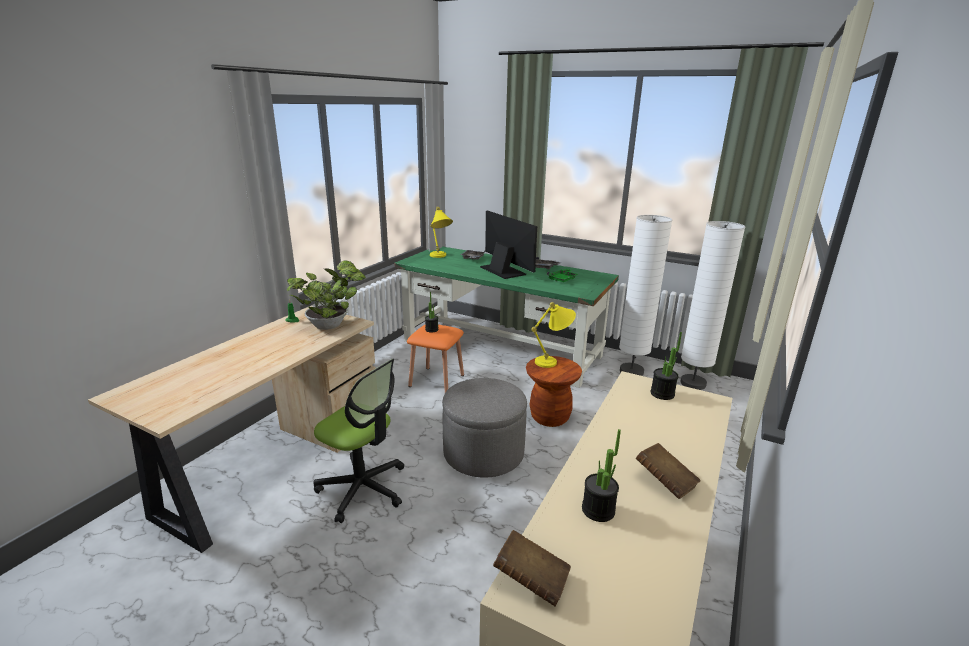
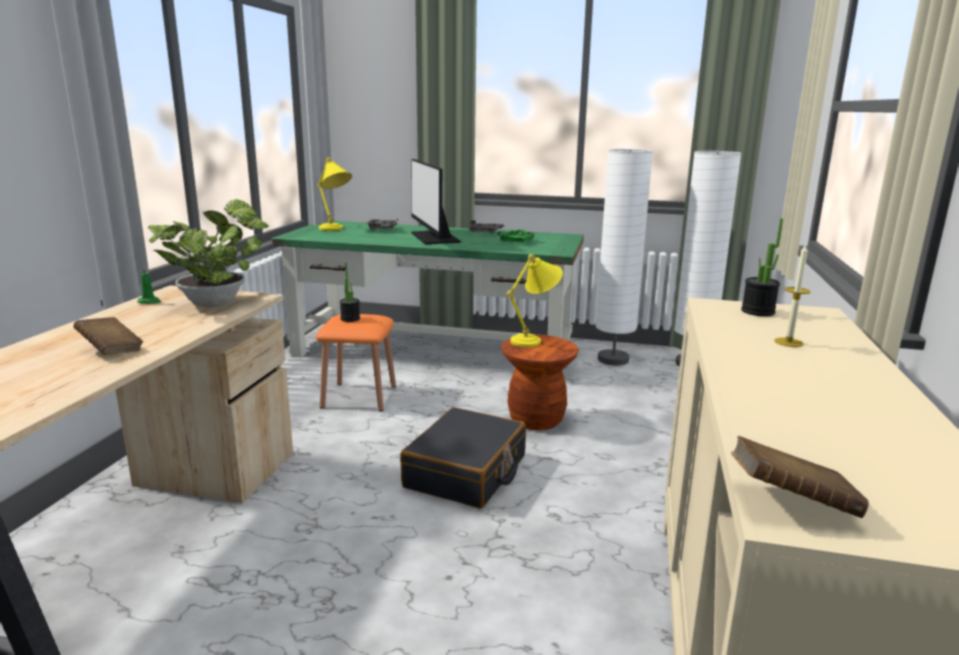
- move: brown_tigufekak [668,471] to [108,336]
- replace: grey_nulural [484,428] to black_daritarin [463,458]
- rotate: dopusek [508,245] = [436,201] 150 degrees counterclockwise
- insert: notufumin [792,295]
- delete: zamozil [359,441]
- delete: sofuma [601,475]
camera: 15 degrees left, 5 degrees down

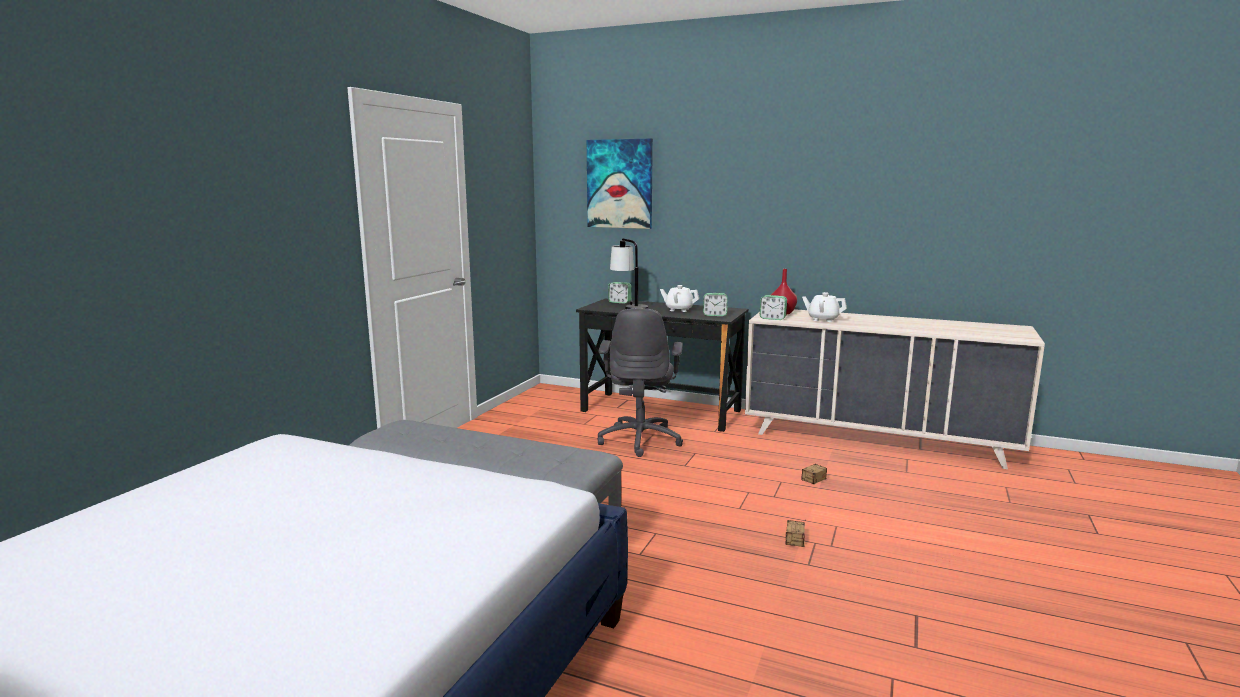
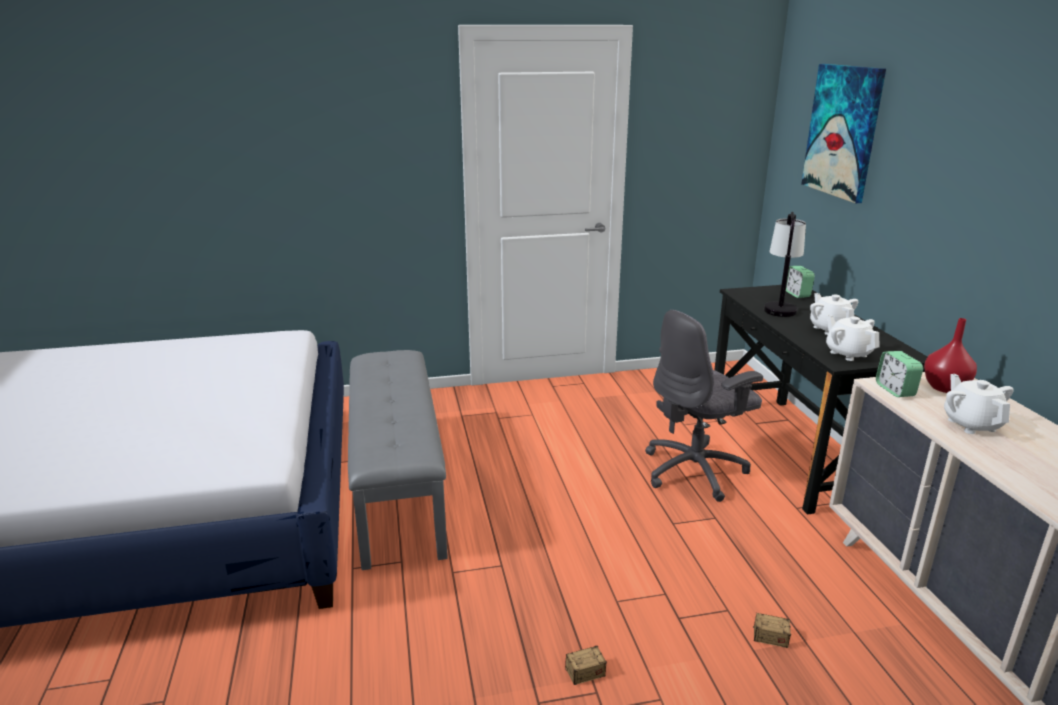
- replace: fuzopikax [715,304] to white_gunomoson [853,338]
camera: 55 degrees right, 10 degrees up

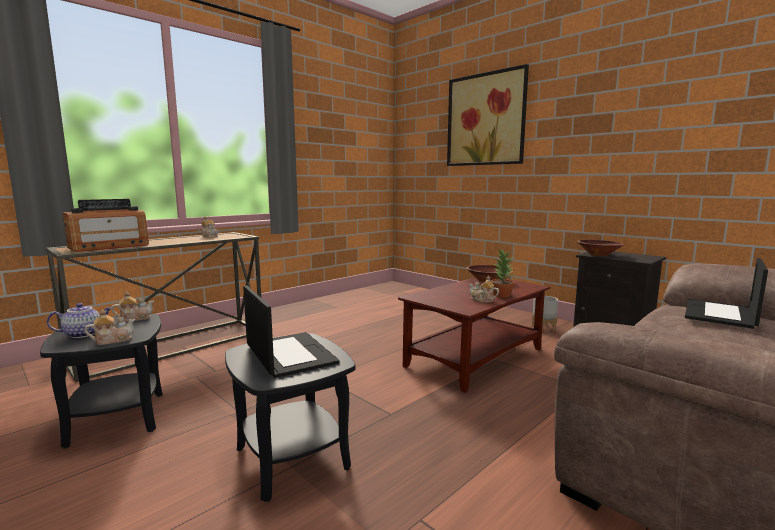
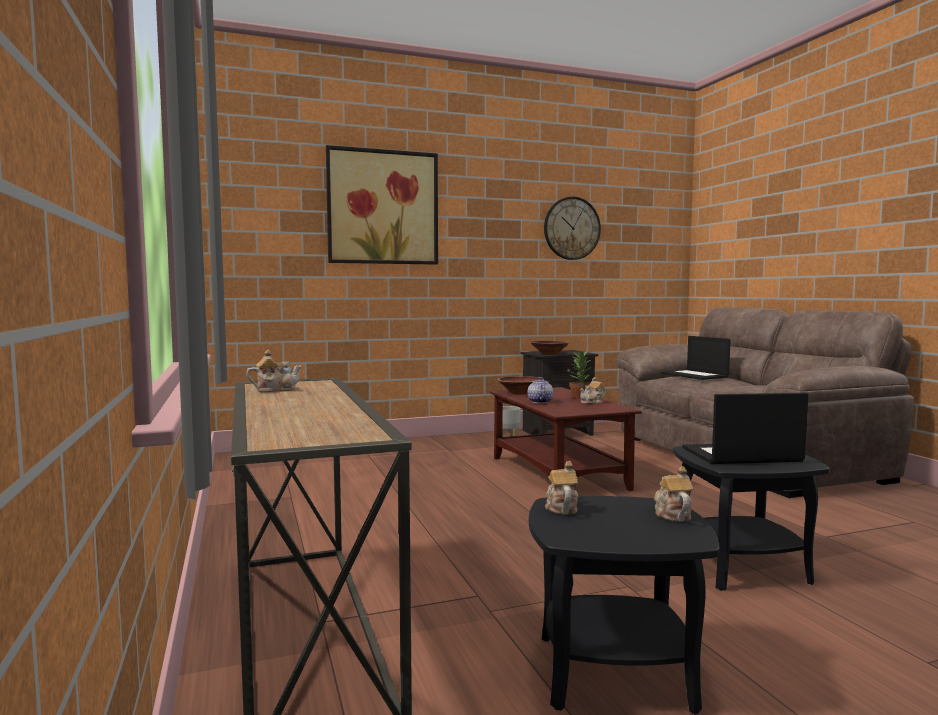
- move: gunomoson [79,320] to [540,390]
- insert: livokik [572,228]
- delete: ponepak [106,225]
camera: 65 degrees left, 5 degrees down

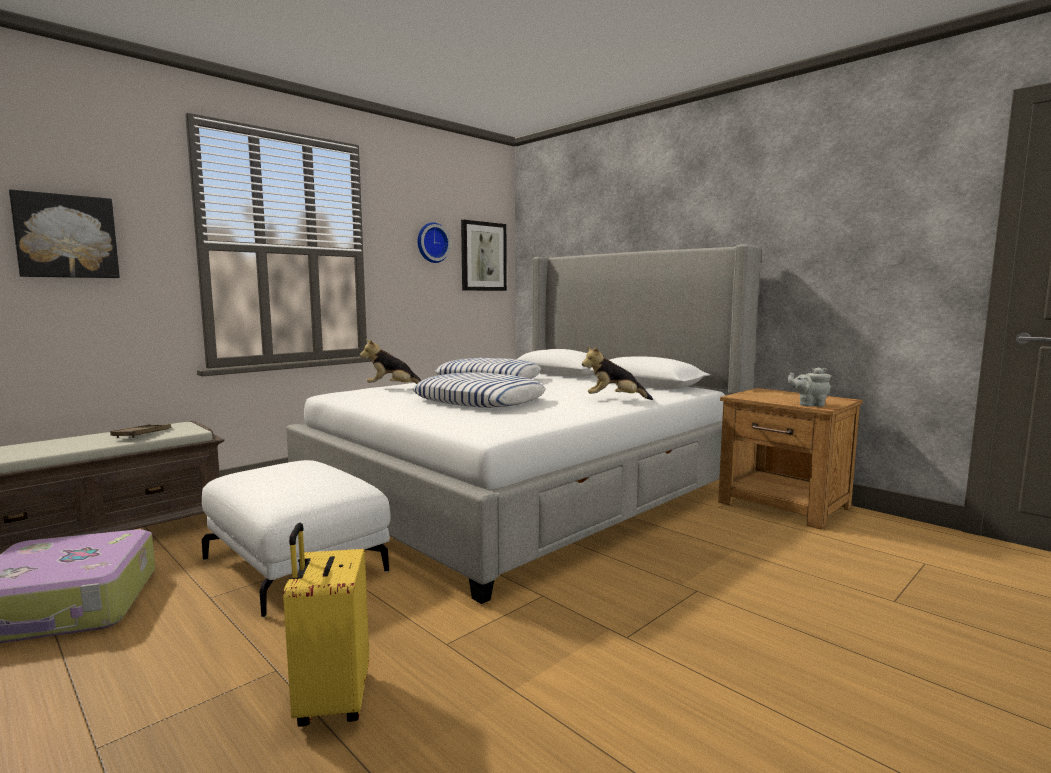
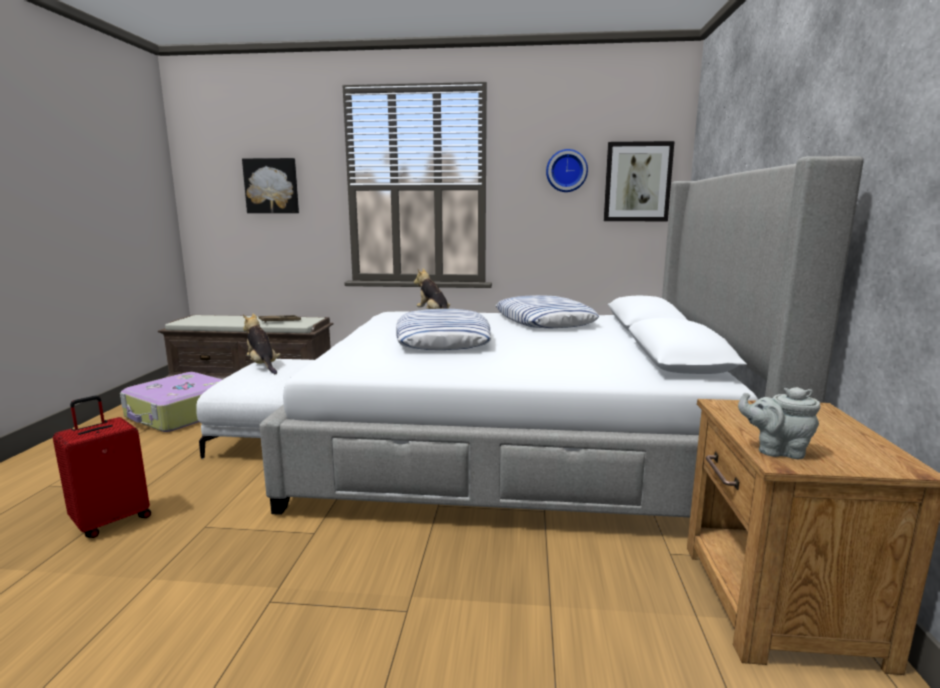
- recolor: yellow_daritarin [326,625] to red_daritarin [102,467]
- move: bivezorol [617,373] to [262,344]
- rotate: grey_gunomoson [809,387] = [779,423] 45 degrees counterclockwise
camera: 50 degrees right, 5 degrees up

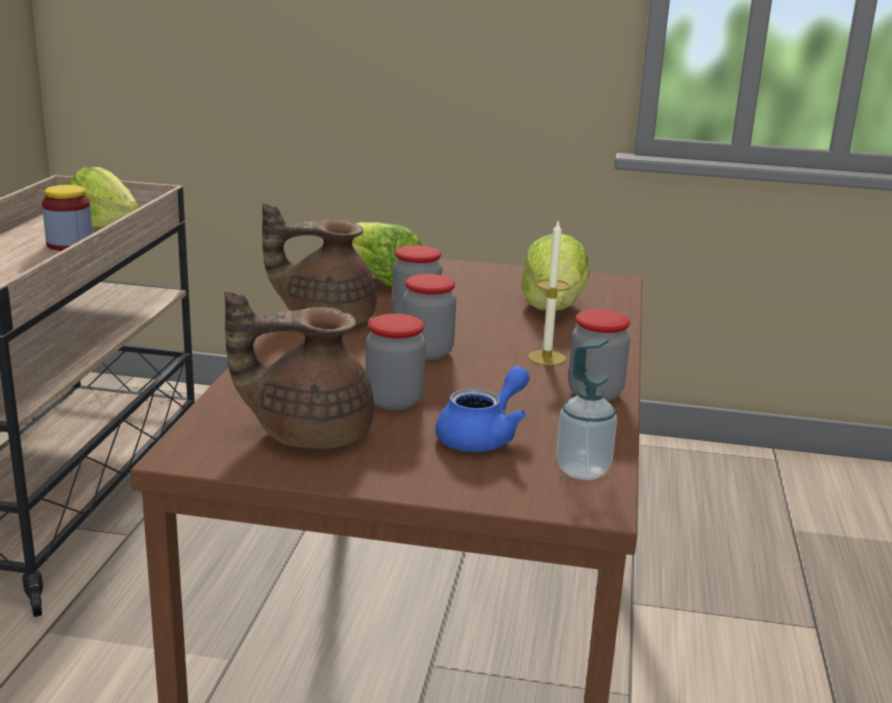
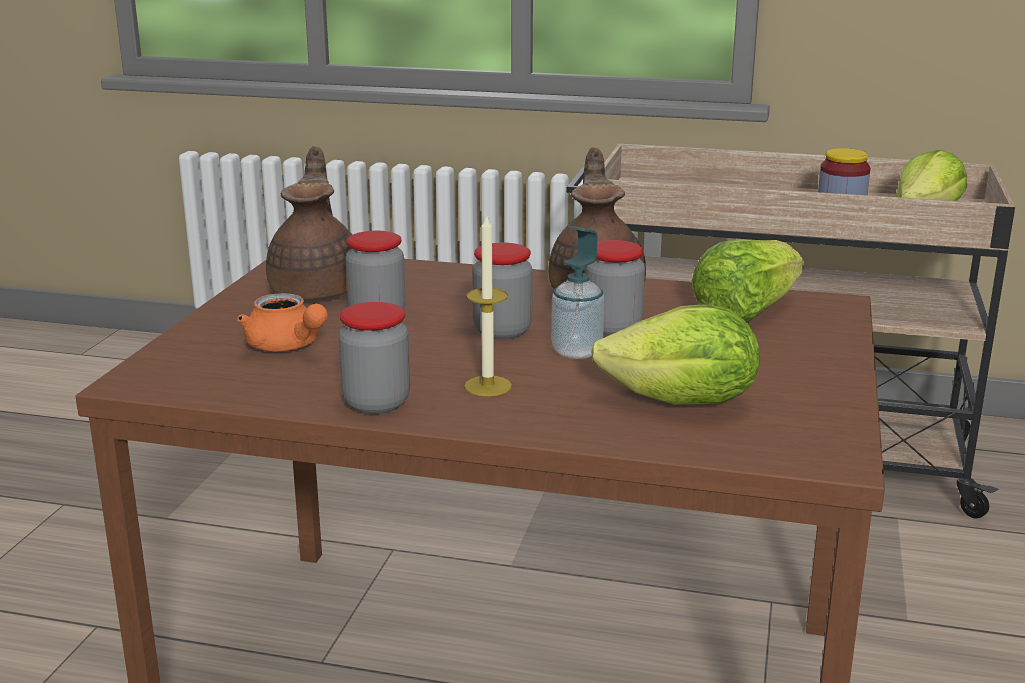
- recolor: blue_gunomoson [482,409] to orange_gunomoson [282,322]
- move: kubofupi [586,409] to [577,292]
camera: 95 degrees right, 0 degrees up

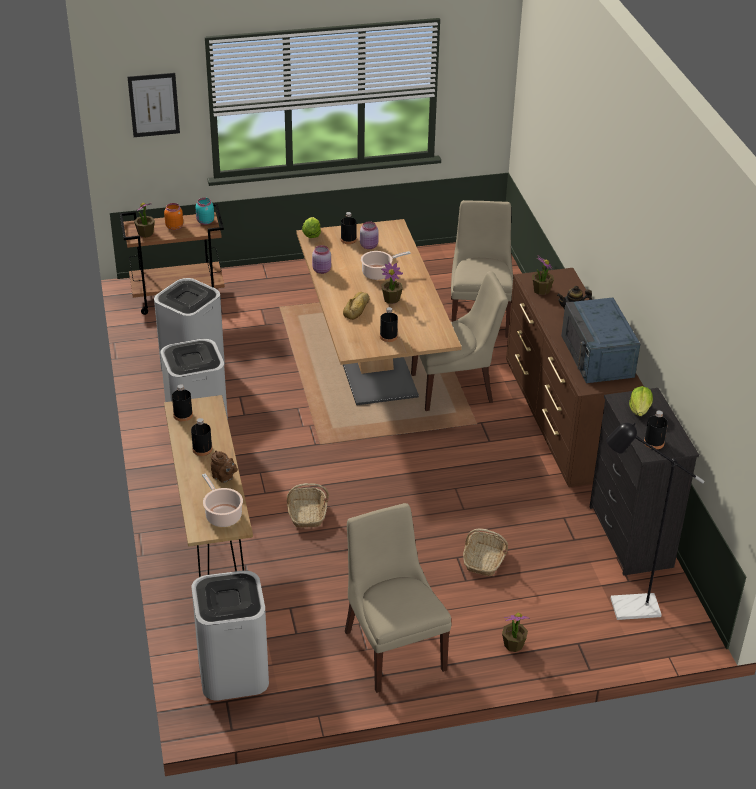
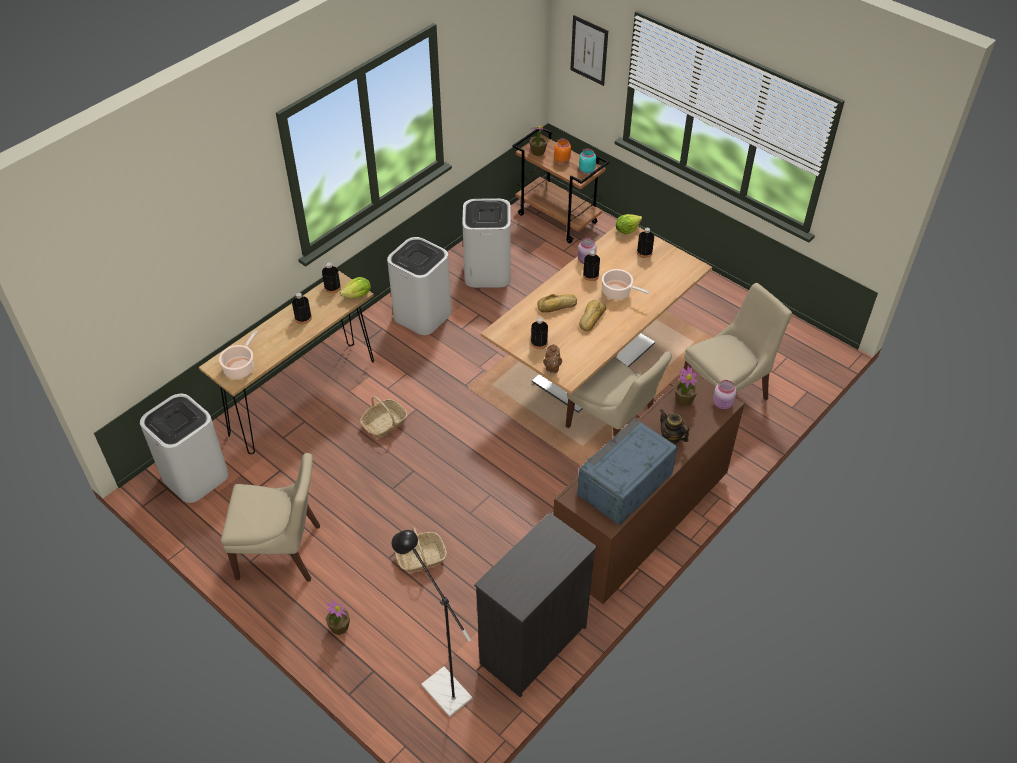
- rotate: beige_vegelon [398,598] = [270,517] 60 degrees clockwise
- move: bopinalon [641,401] to [355,287]
- move: brown_gunomoson [224,466] to [552,358]
- replace: sofuma [392,283] to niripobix [592,316]
- move: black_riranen [656,430] to [591,265]
- move: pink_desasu [369,235] to [724,395]
camera: 55 degrees right, 10 degrees up

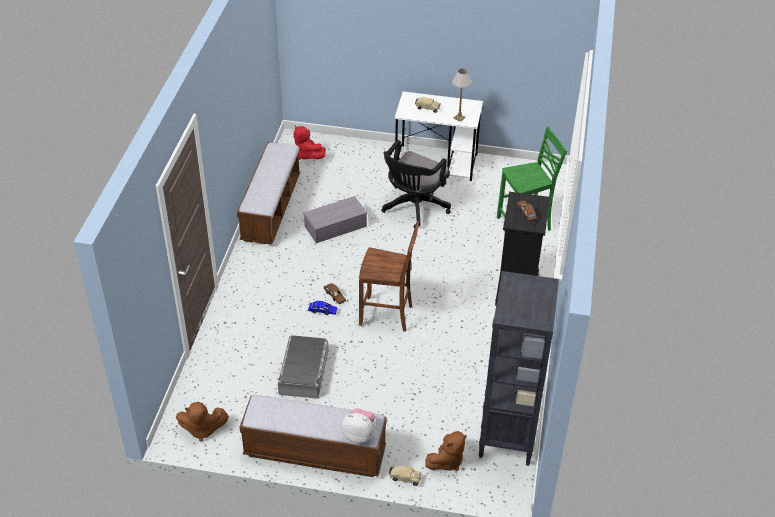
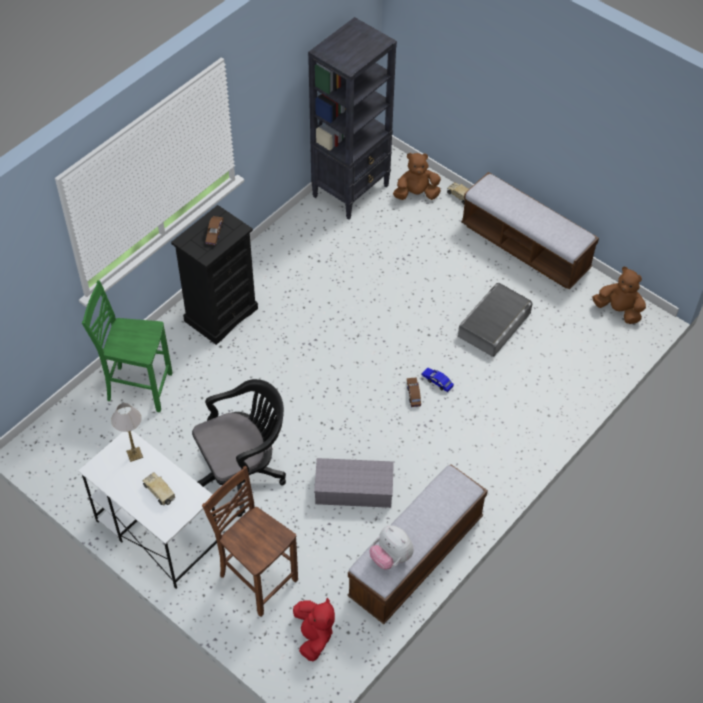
- move: brown_vegelon [389,276] to [250,541]
- move: bivezorol [358,426] to [391,547]
camera: 150 degrees left, 10 degrees up

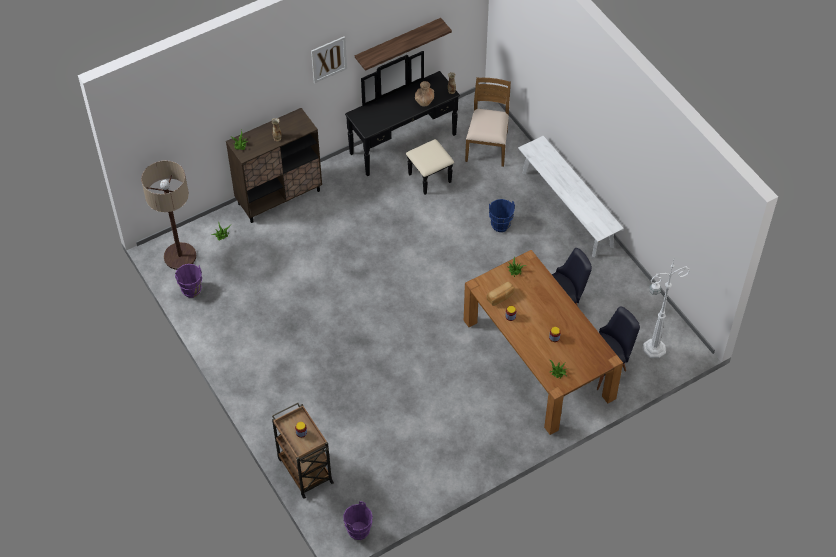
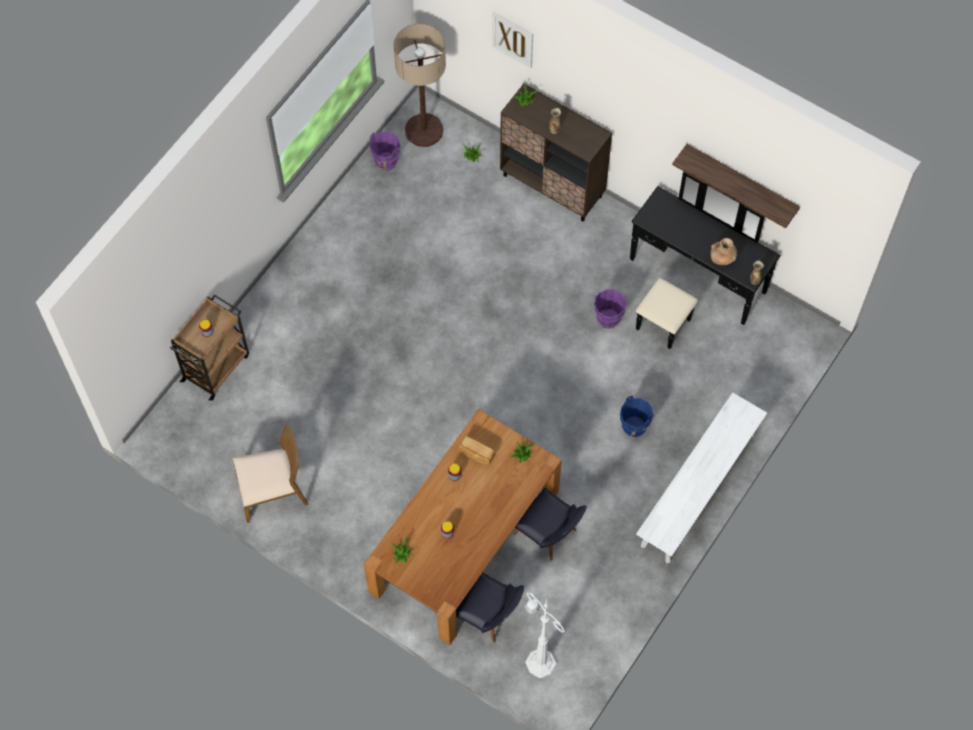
- move: brown_vegelon [488,122] to [270,473]
- move: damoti [329,59] to [512,40]
- move: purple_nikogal [358,520] to [610,309]
camera: 65 degrees right, 10 degrees up

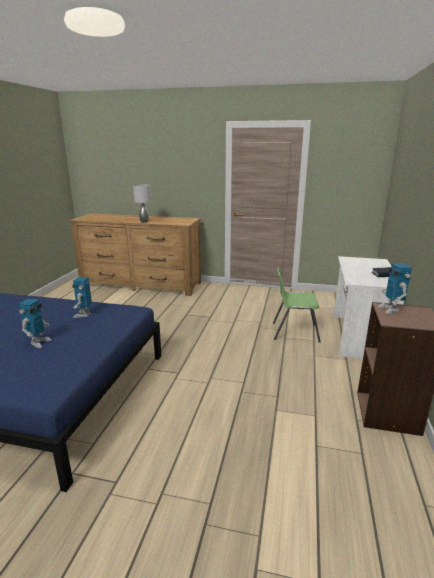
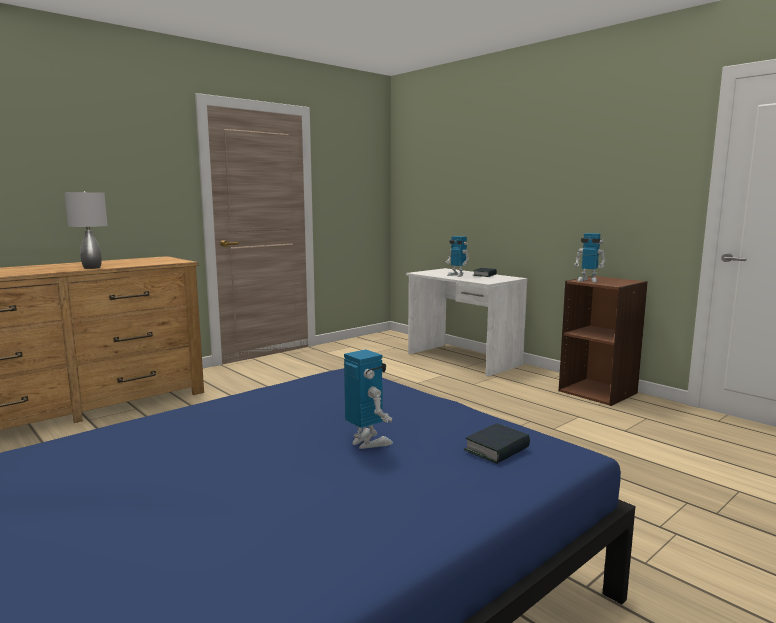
- move: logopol [82,297] to [457,256]
- insert: tigufekak [497,443]
- delete: green_vegelon [297,305]
camera: 55 degrees left, 10 degrees down

